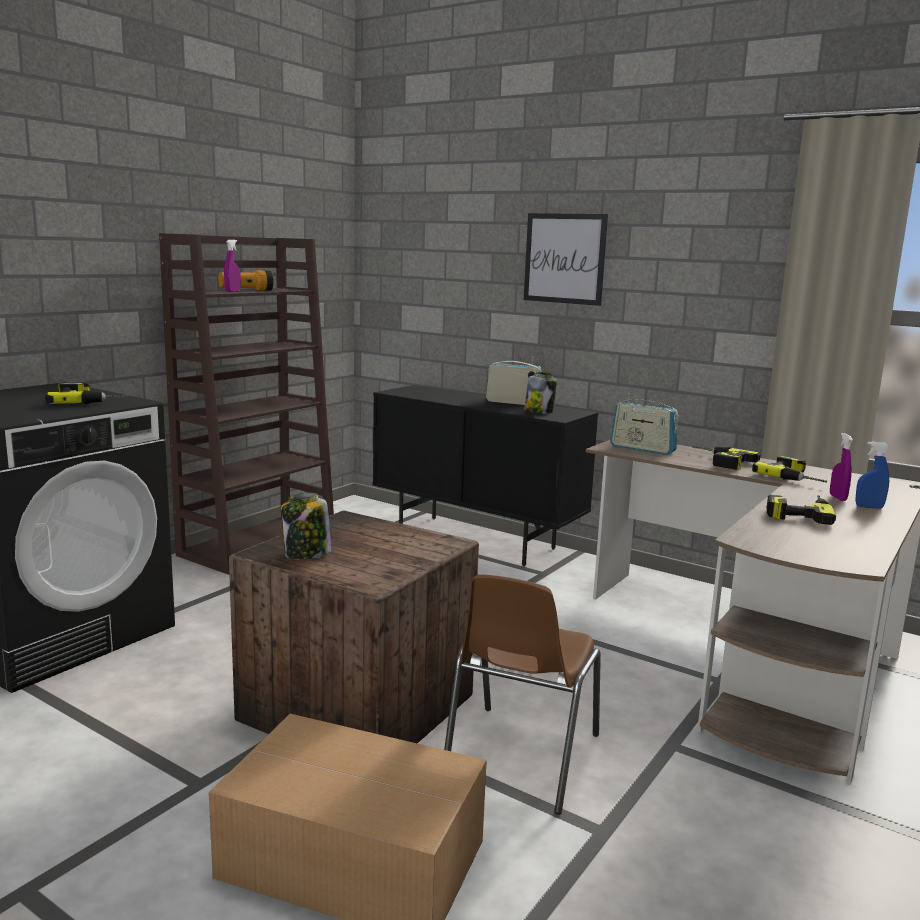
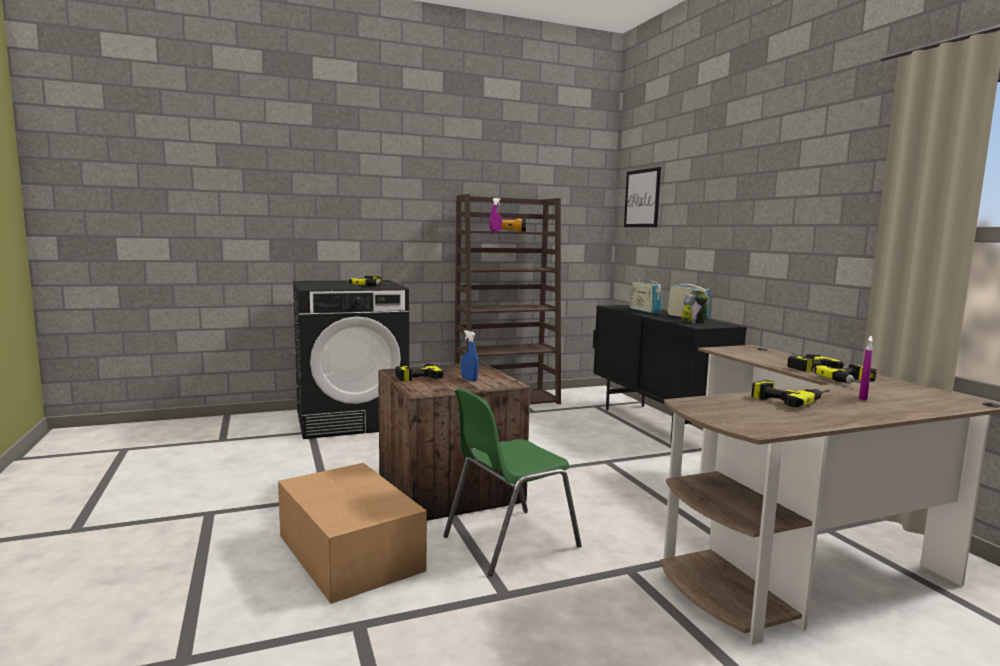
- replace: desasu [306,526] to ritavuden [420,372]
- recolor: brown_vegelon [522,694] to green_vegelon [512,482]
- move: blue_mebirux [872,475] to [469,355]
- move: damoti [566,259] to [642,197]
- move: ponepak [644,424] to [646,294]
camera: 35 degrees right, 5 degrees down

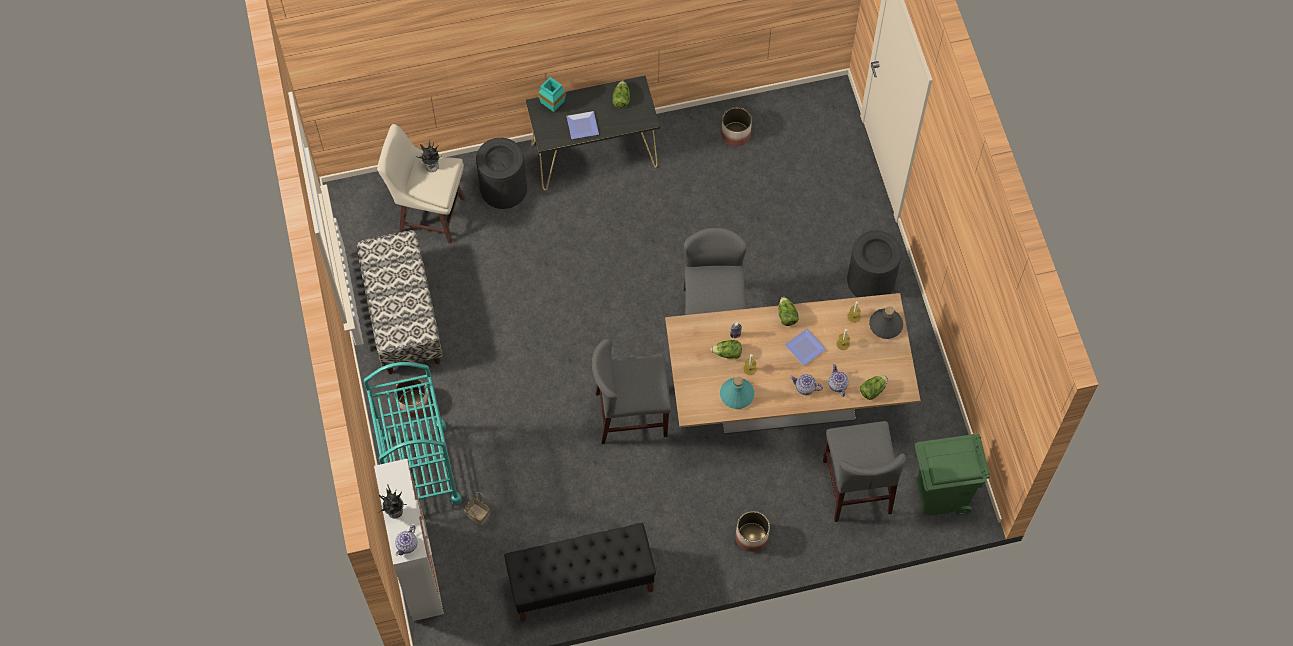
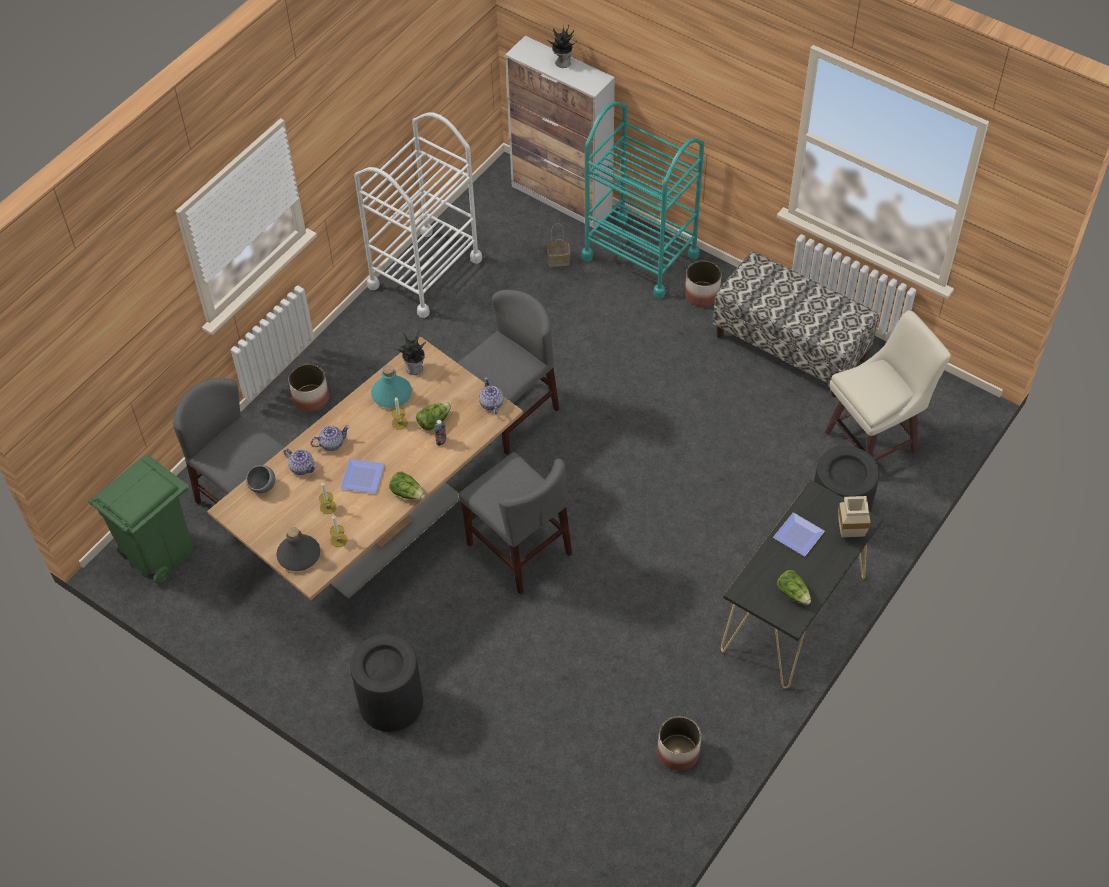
- replace: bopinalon [874,387] to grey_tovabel [260,479]
- replace: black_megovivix [580,572] to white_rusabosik [418,215]
- move: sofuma [430,156] to [410,352]
- move: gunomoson [406,540] to [491,395]
- recolor: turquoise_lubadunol [552,94] to beige_lubadunol [854,516]
camera: 140 degrees right, 10 degrees down

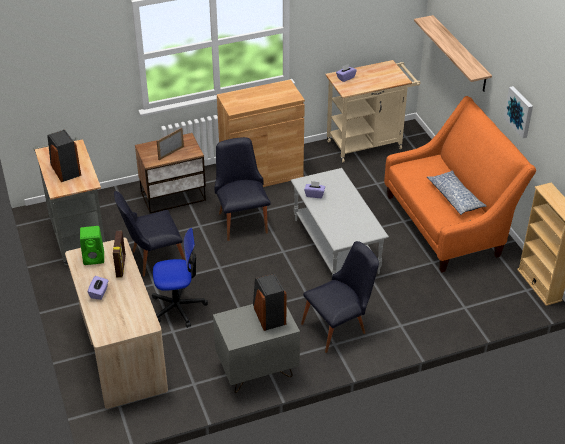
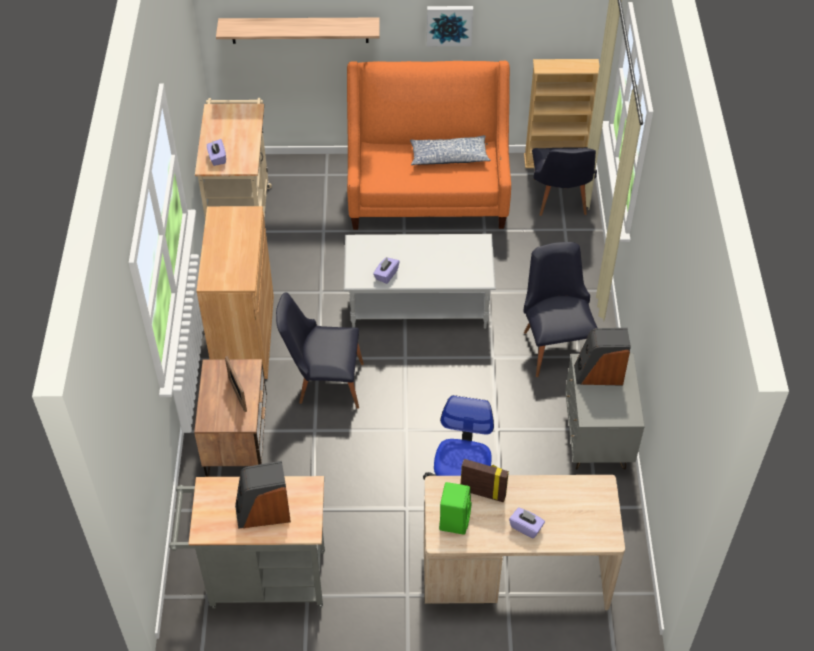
- move: black_vegelon [150,234] to [564,181]
camera: 70 degrees left, 10 degrees up

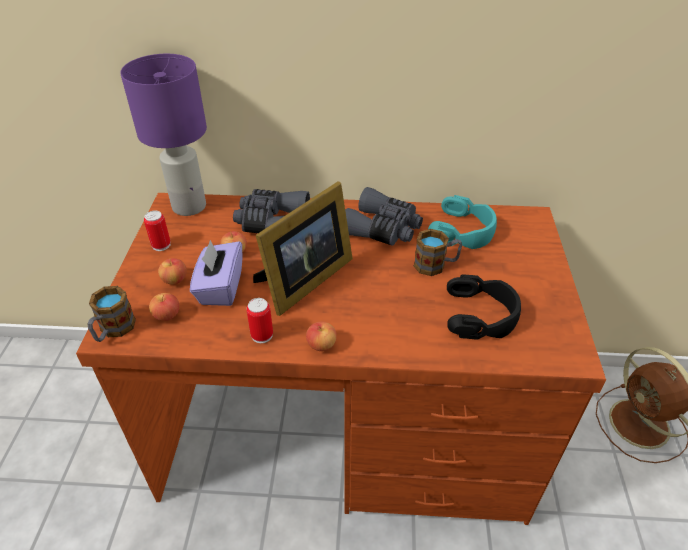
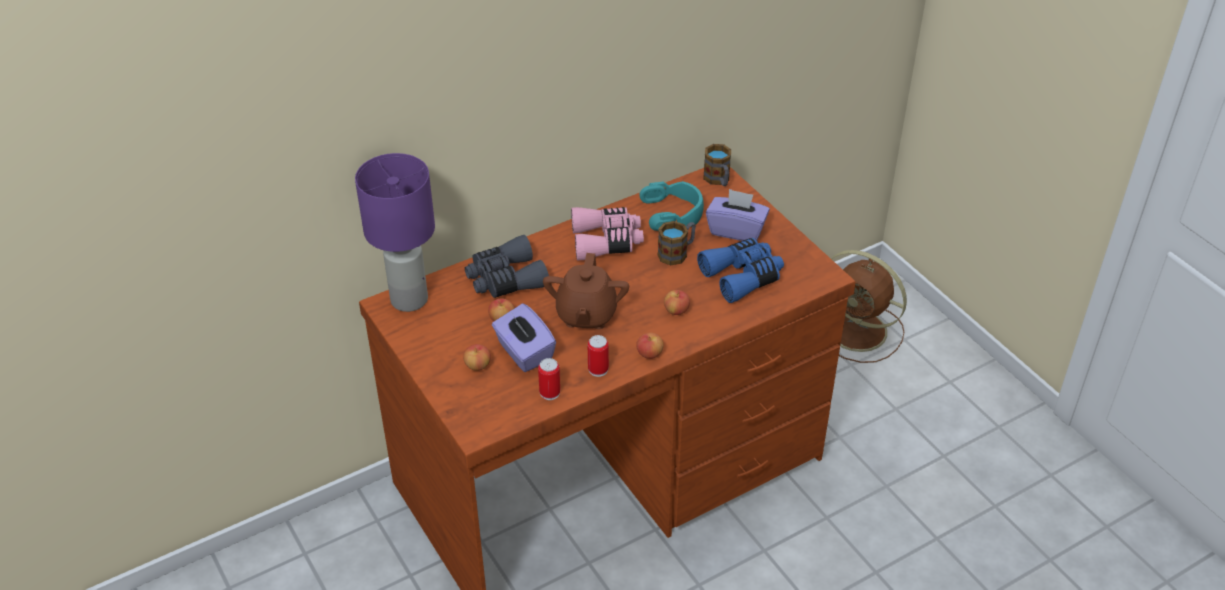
- move: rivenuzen [157,230] to [549,379]
- replace: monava [303,249] to brown_gunomoson [586,291]
- recolor: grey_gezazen [384,216] to pink_gezazen [607,233]
- move: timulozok [164,307] to [677,302]
- replace: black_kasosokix [484,307] to blue_gezazen [740,270]
- move: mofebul [111,314] to [717,165]
- insert: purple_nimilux [738,215]
camera: 35 degrees left, 0 degrees up

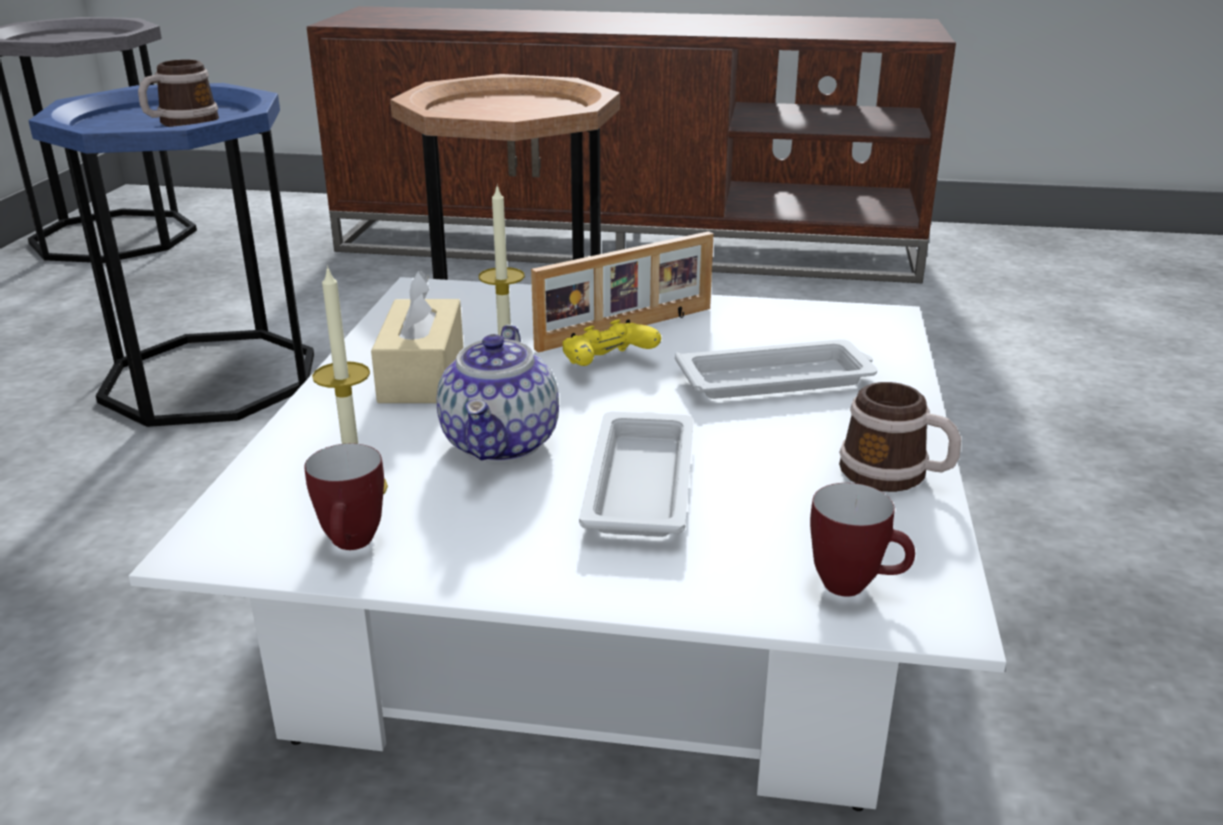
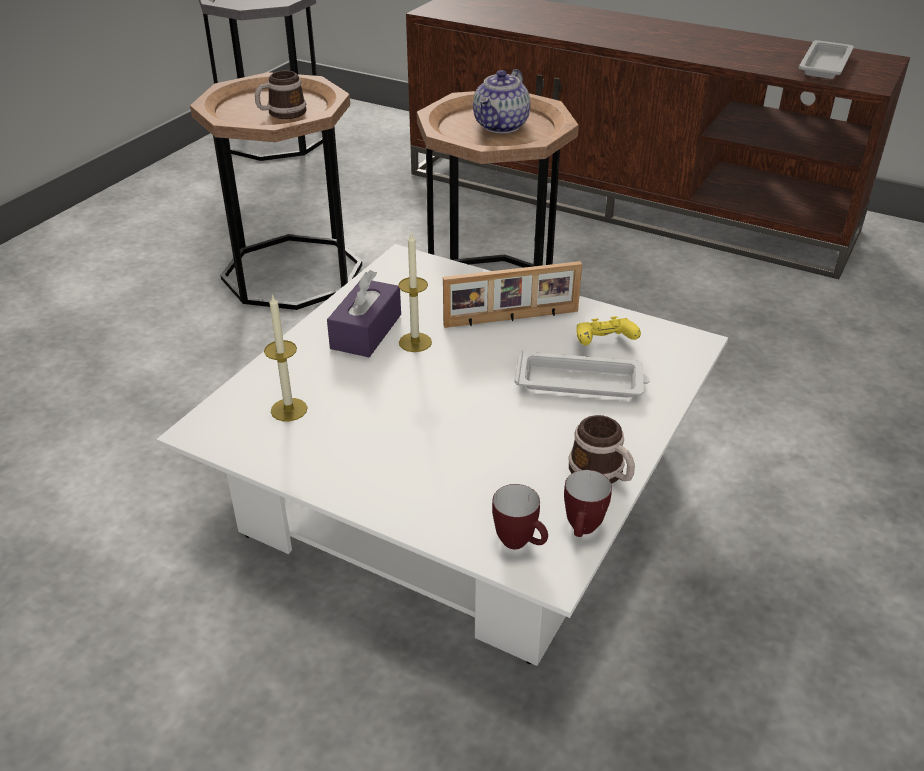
- recolor: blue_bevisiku [171,255] to brown_bevisiku [276,191]
- recolor: beige_nimilux [417,336] to purple_nimilux [364,313]
- move: gunomoson [497,393] to [501,101]
- move: mofebul [344,496] to [588,503]
- move: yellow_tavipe [612,342] to [608,330]
- move: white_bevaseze [636,474] to [826,59]
camera: 20 degrees right, 10 degrees up

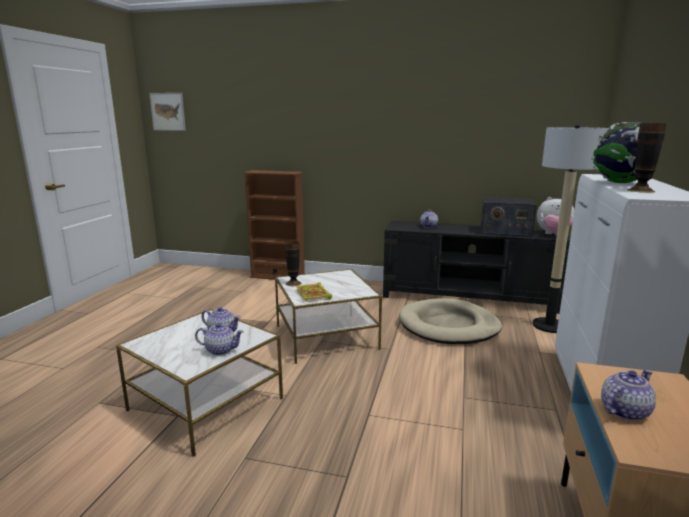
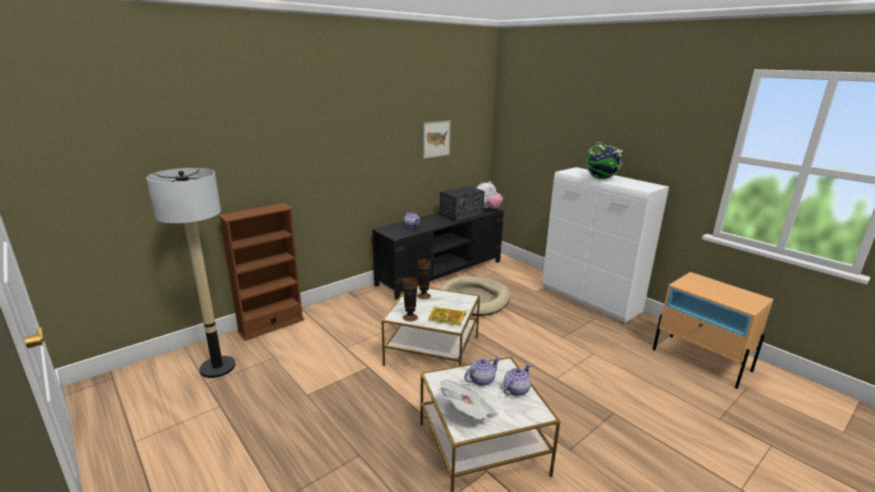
- move: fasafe [571,228] to [191,273]
- move: lubadunol [647,158] to [424,279]
- move: damoti [167,112] to [437,139]
- insert: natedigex [468,400]
- delete: gunomoson [628,395]
camera: 55 degrees left, 5 degrees up

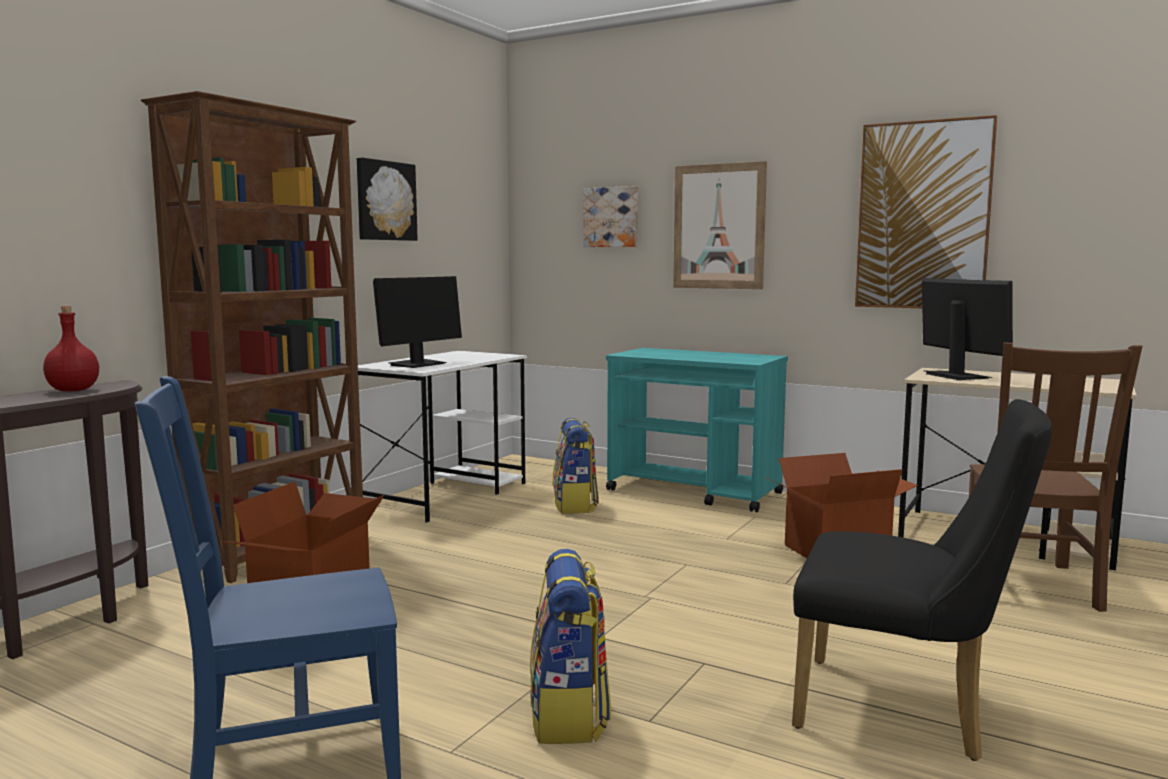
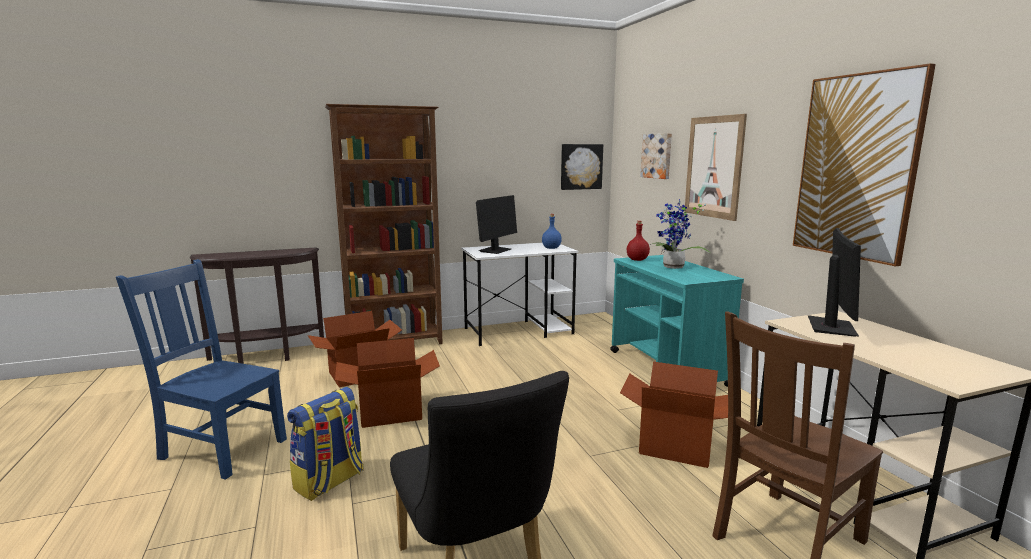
- insert: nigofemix [387,383]
- rotate: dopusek [417,322] = [496,224] 45 degrees counterclockwise
- insert: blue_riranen [552,231]
- move: damoti [387,199] to [582,167]
- move: red_riranen [71,348] to [638,241]
- insert: sofuma [680,234]
- delete: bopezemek [576,466]
camera: 40 degrees right, 5 degrees up

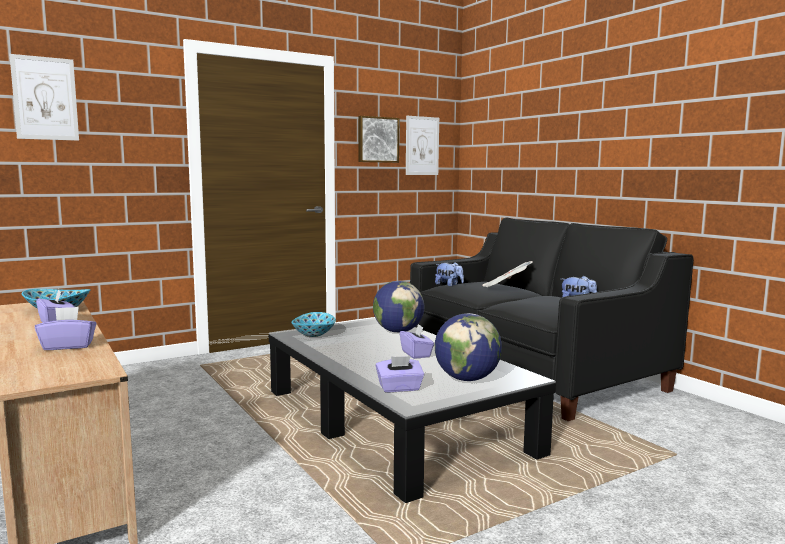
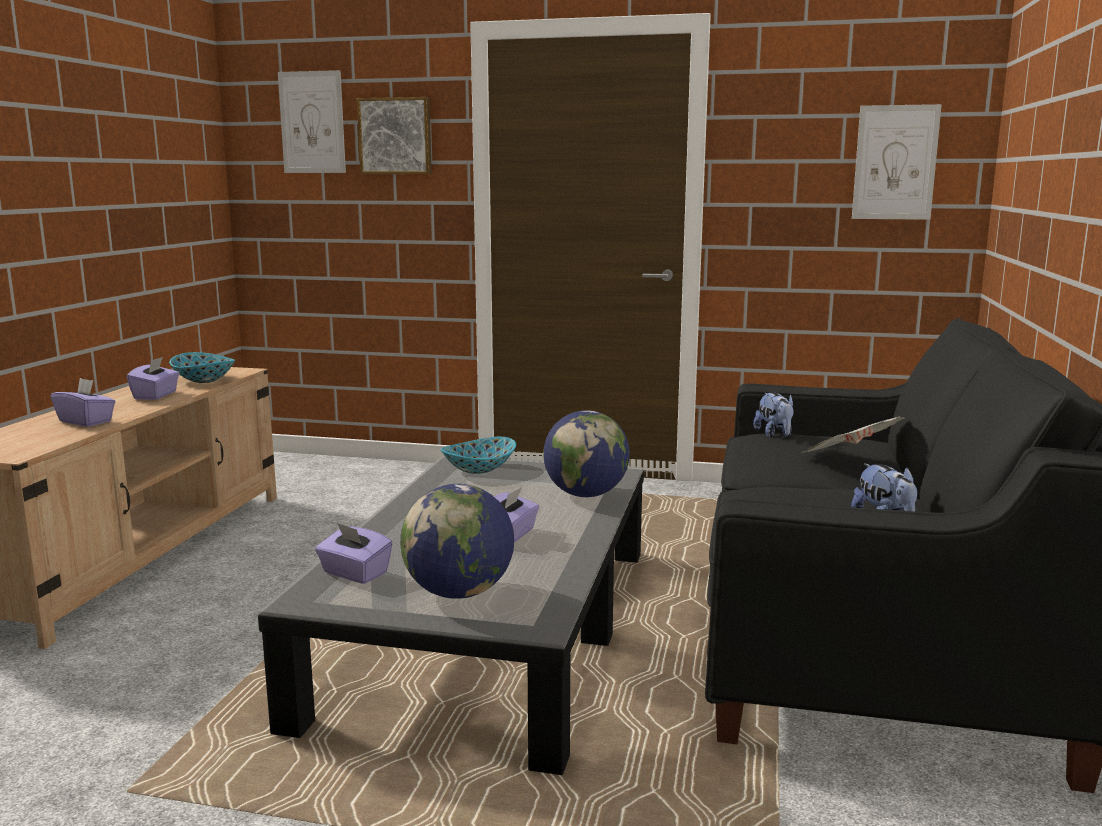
- move: damoti [378,139] to [394,135]
camera: 45 degrees right, 5 degrees up

